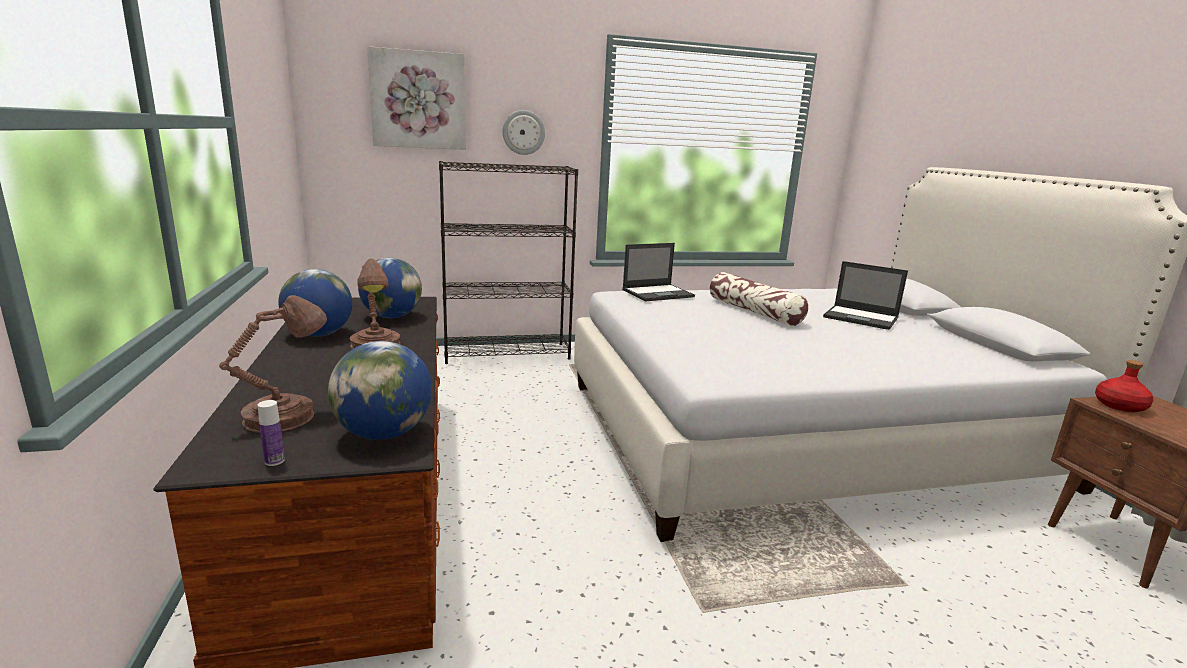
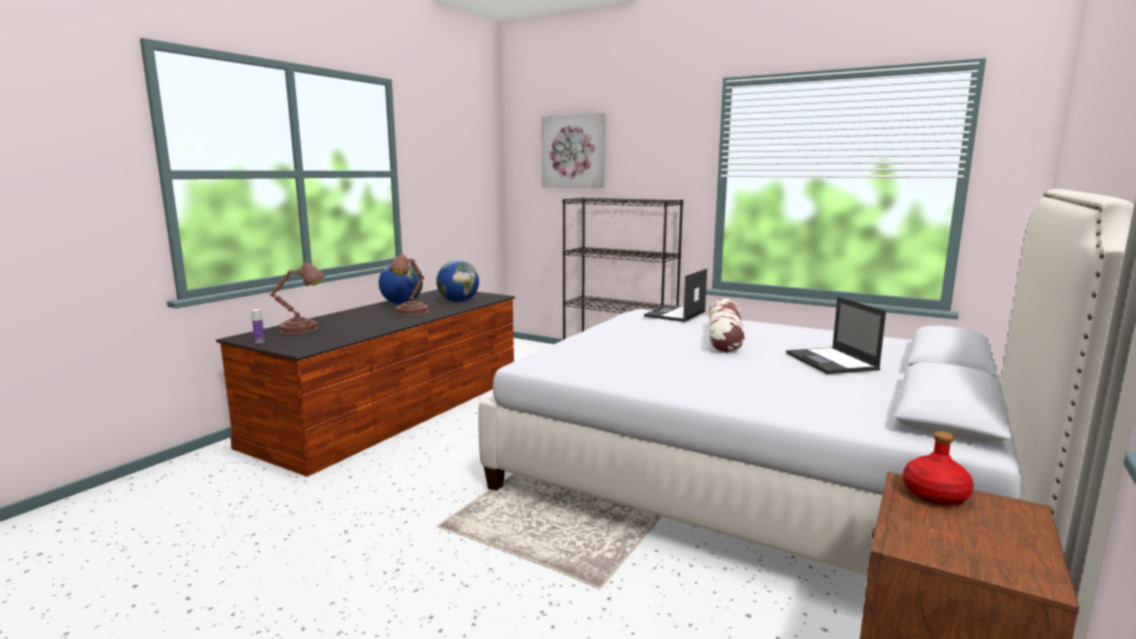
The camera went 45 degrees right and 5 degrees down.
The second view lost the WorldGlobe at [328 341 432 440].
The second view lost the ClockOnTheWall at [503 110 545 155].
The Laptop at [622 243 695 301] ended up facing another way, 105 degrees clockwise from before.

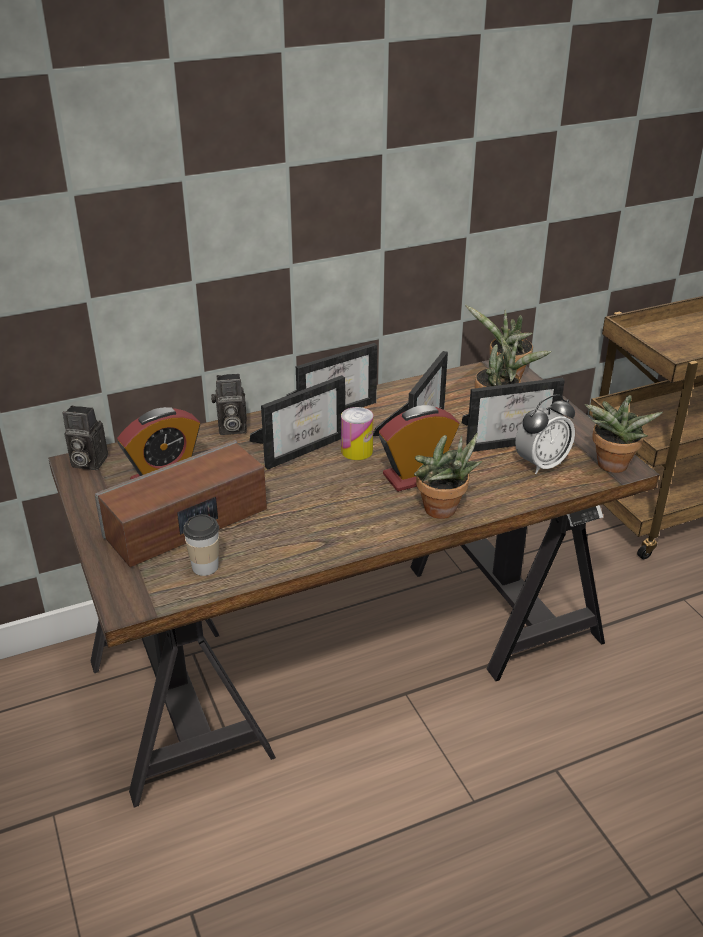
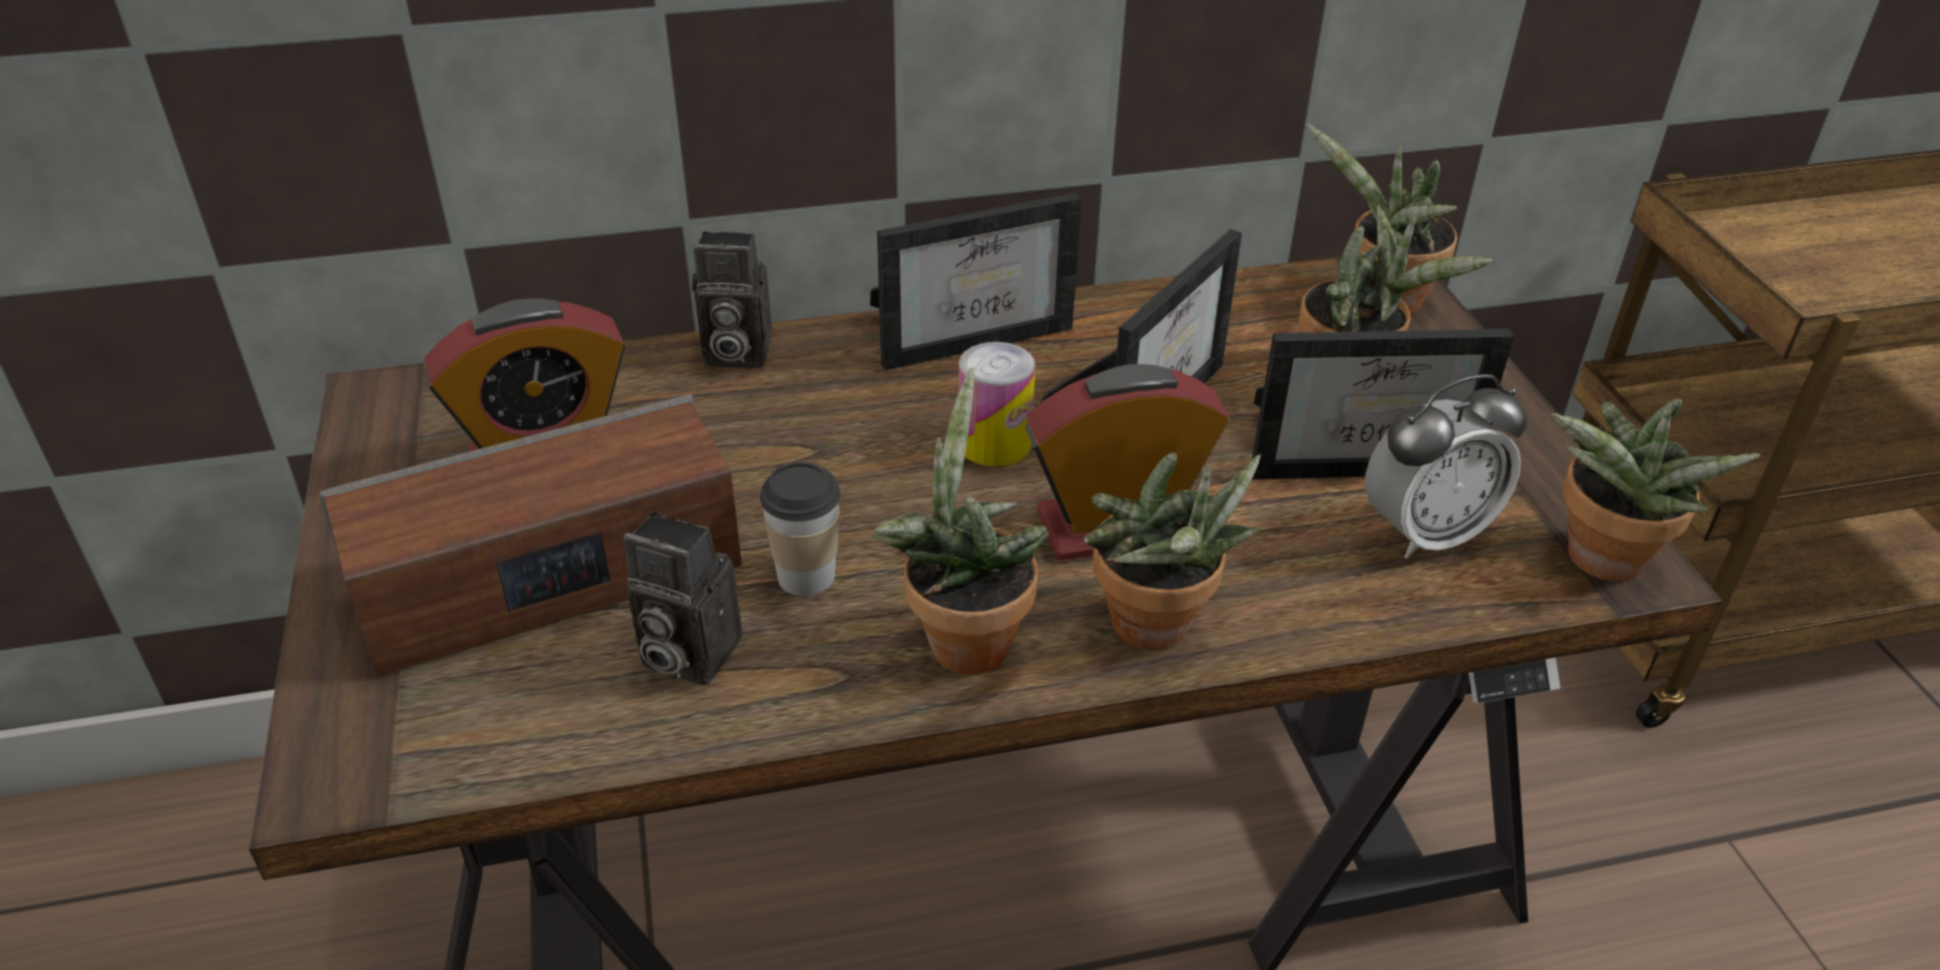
The camera went 10 degrees right and 5 degrees up.
The second view lost the PictureFrame at [250 375 345 469].
The second view gained the Houseplant at [873 367 1049 675].
The StillCamera ended up elsewhere, having gone from [63 405 108 470] to [624 512 742 686].
The DrinkingCup ended up elsewhere, having gone from [183 514 219 576] to [760 462 840 596].

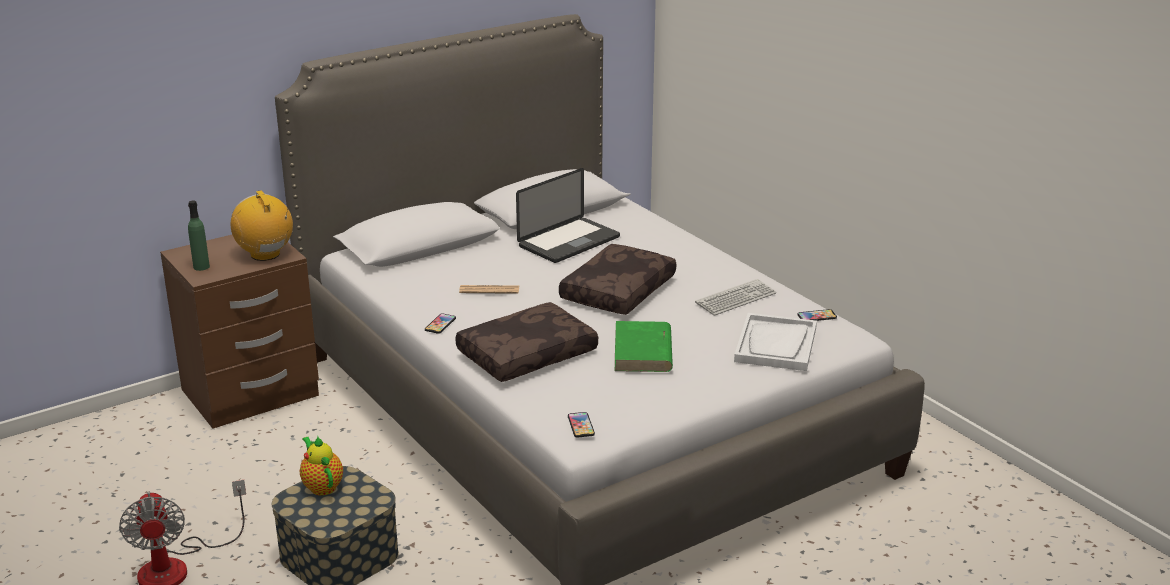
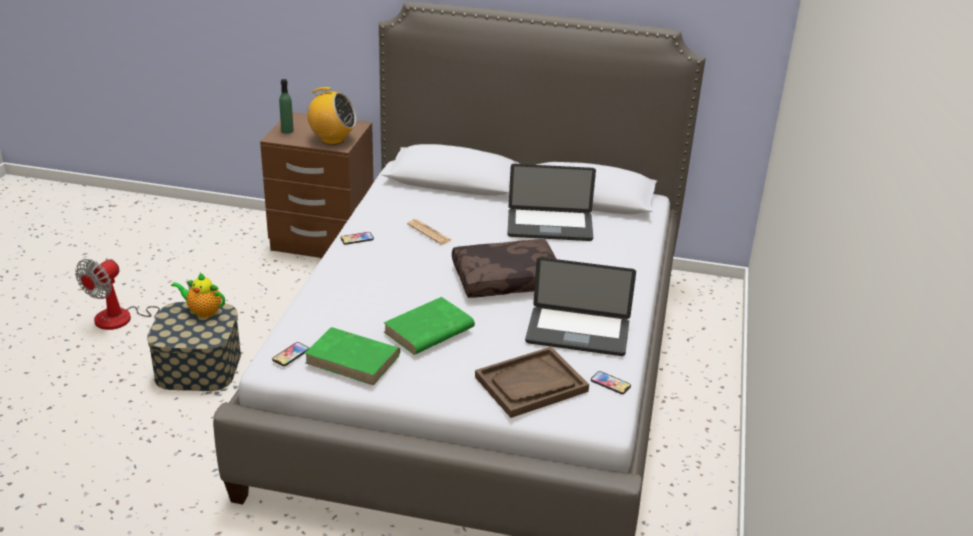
The camera went 45 degrees right and 5 degrees up.
The second view lost the BrownThrowPillow at [455 302 598 382].
The second view gained the GreenColouredBoundBook at [304 327 400 385].
Where the PcKeyboard stood at [695 279 776 316], the Laptop came to stand at [525 257 636 356].
What was the WhiteServingTray at [734 313 817 371] turned into the BrownServingTray at [475 347 589 418].
The Radio at [231 190 293 261] ended up facing another way, 90 degrees clockwise from before.
The PotForTea at [300 436 343 496] ended up facing another way, 90 degrees counterclockwise from before.

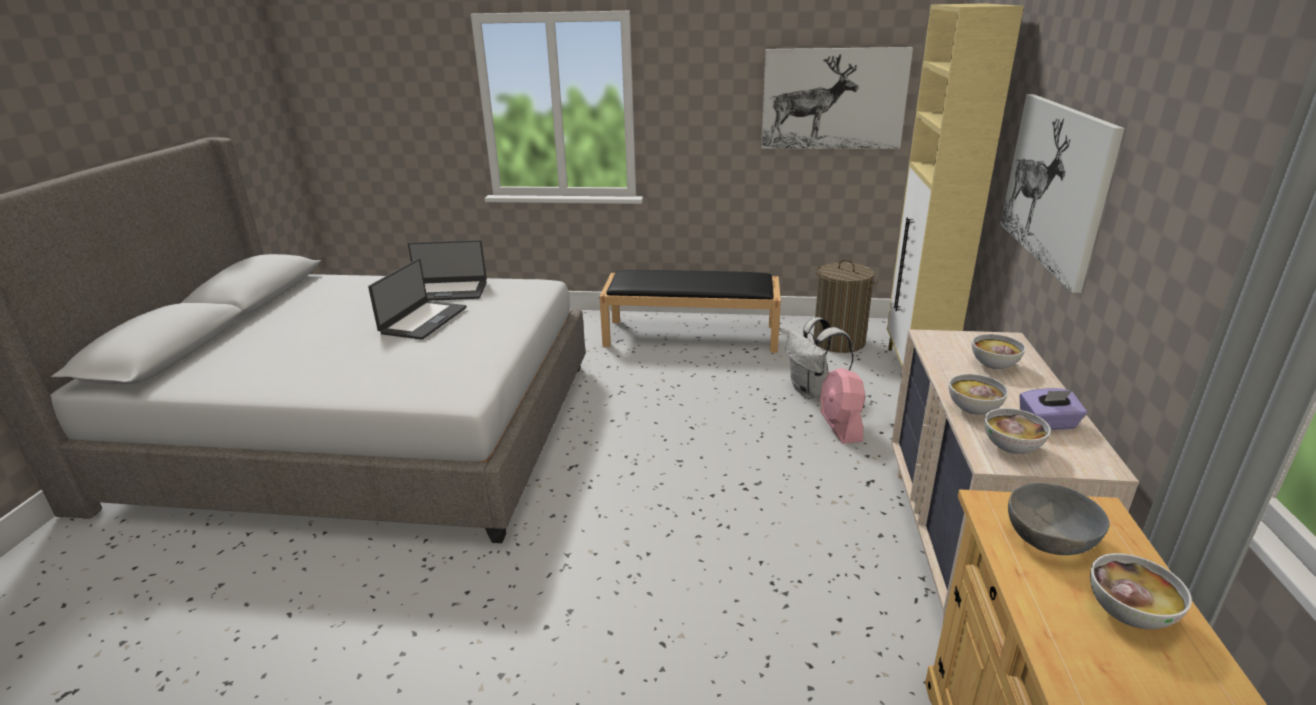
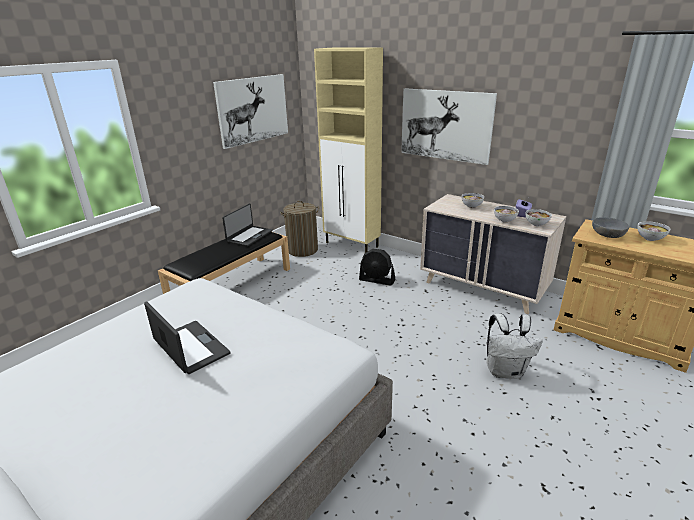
The camera went 60 degrees left and 0 degrees up.
The Laptop ended up elsewhere, having gone from [408 240 487 301] to [222 204 273 247].
The WhiteRucksack ended up elsewhere, having gone from [786 317 854 399] to [486 314 543 379].
What was the PinkFan at [820 368 865 444] turned into the BlackishFan at [359 249 396 286].

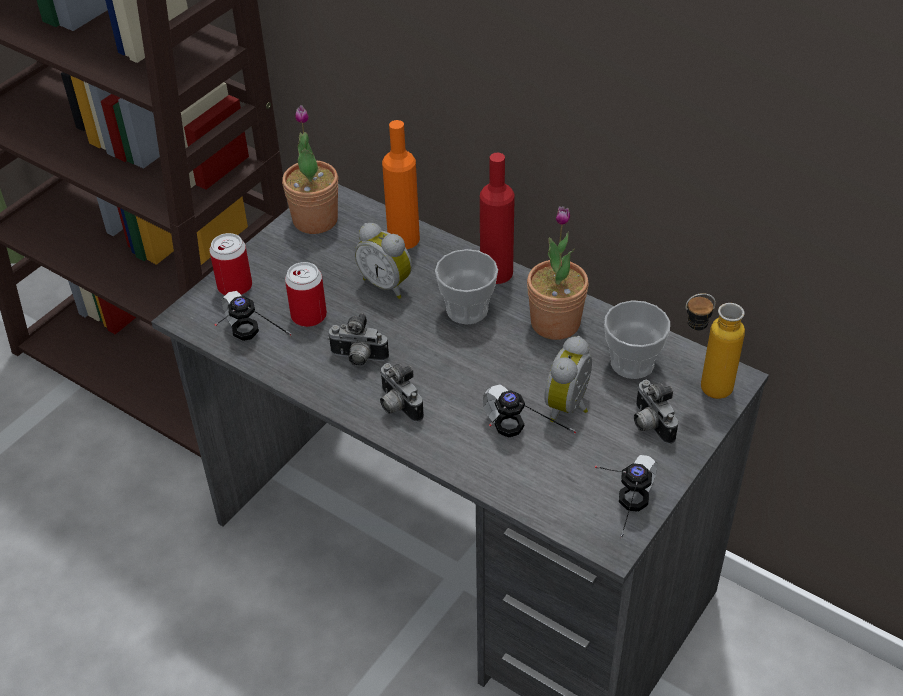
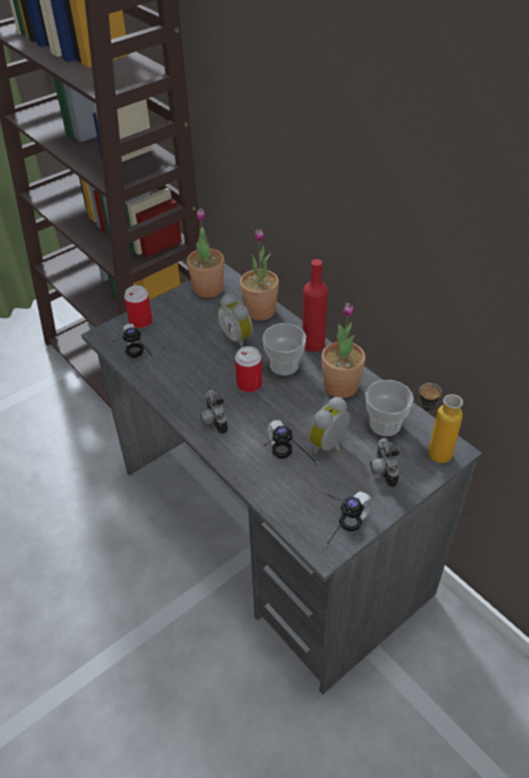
The camera went 15 degrees right and 0 degrees up.
The second view lost the StillCamera at [327 313 389 366].
The SealedCan ended up elsewhere, having gone from [285 262 327 327] to [235 346 262 392].
Where the OrangeColouredDrinkBottle stood at [382 120 420 249], the Houseplant came to stand at [240 229 279 320].

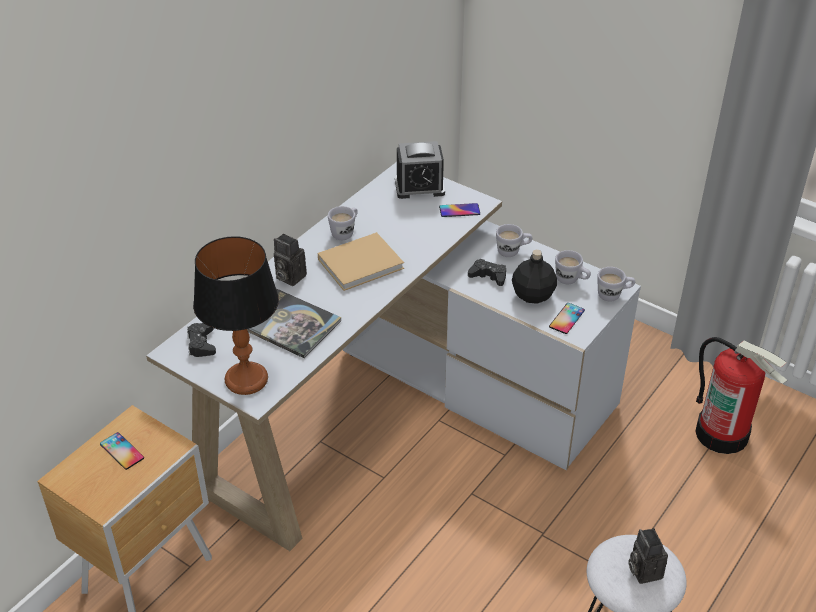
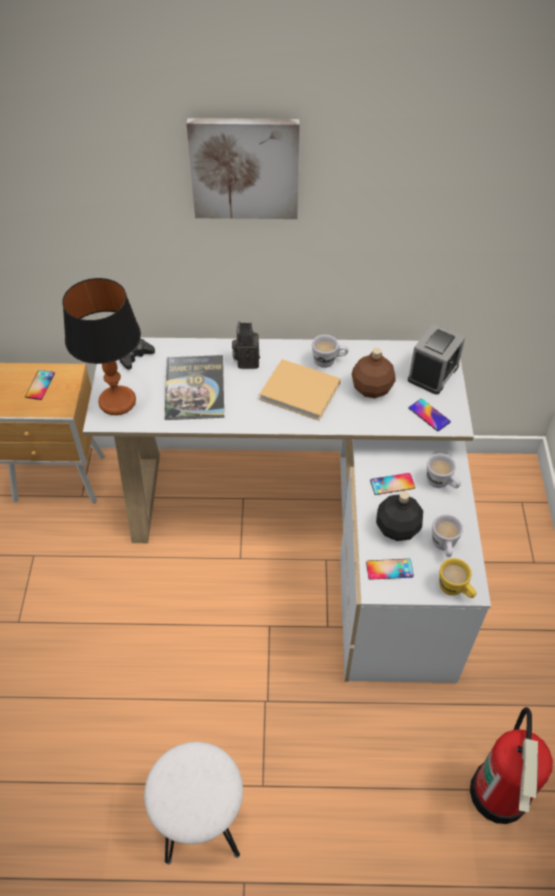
The camera went 55 degrees right and 10 degrees up.
The second view lost the StillCamera at [628 528 668 584].
The second view gained the Picture at [187 118 300 219].
The second view gained the BrownDrinkBottle at [352 348 395 398].
Where the BlackishJoypad stood at [468 259 506 286], the Handset came to stand at [370 473 415 495].
What was the WhiteCoffeeMug at [597 267 635 302] turned into the YellowishCoffeeMug at [439 558 477 598].
The TableClock at [395 141 445 199] ended up facing another way, 105 degrees counterclockwise from before.

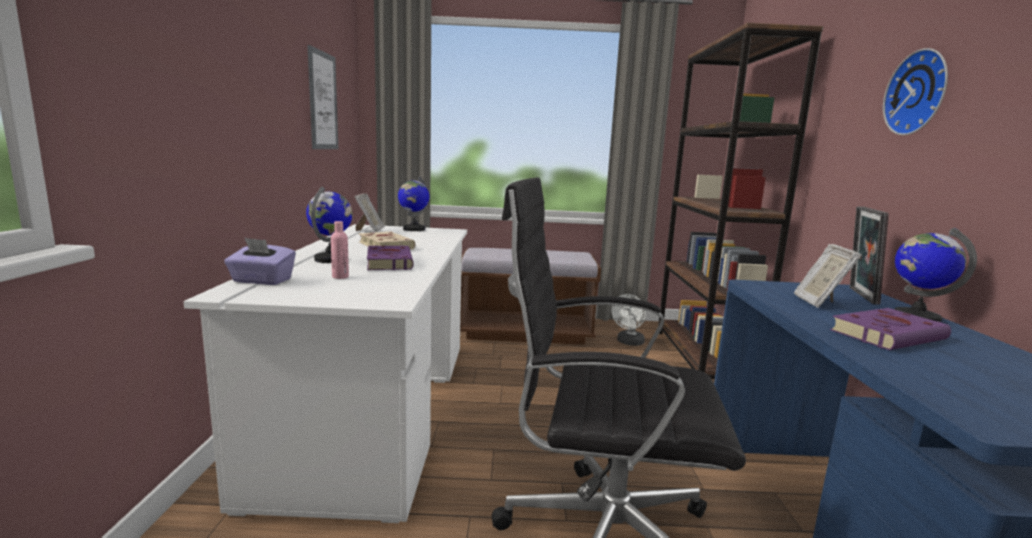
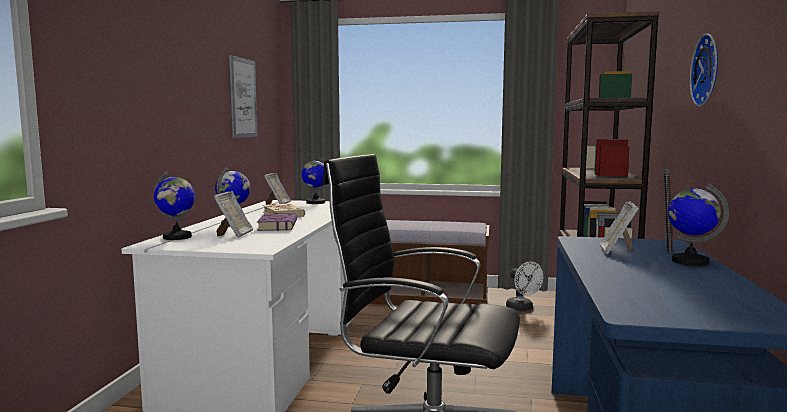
The camera went 10 degrees right and 5 degrees down.
The second view lost the PurpleBoundBook at [830 308 951 350].
Where the PurpleBoxOfTissues stood at [224 238 296 285], the WorldGlobe came to stand at [154 172 195 240].
Where the PinkDrinkBottle stood at [331 221 349 279], the PictureFrame came to stand at [214 191 253 237].
The WhiteFan at [611 294 646 346] ended up facing another way, 75 degrees counterclockwise from before.

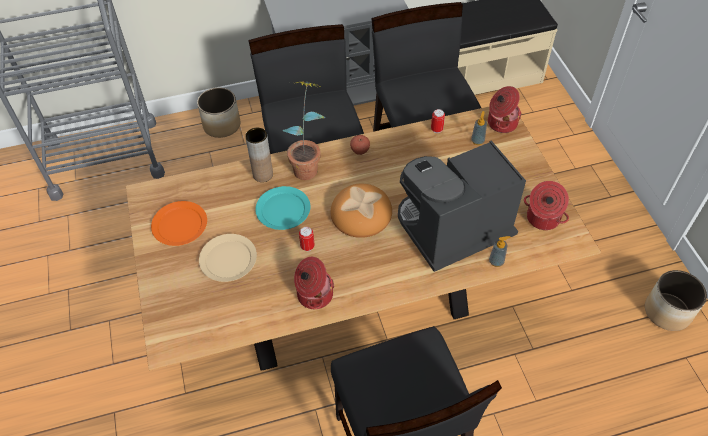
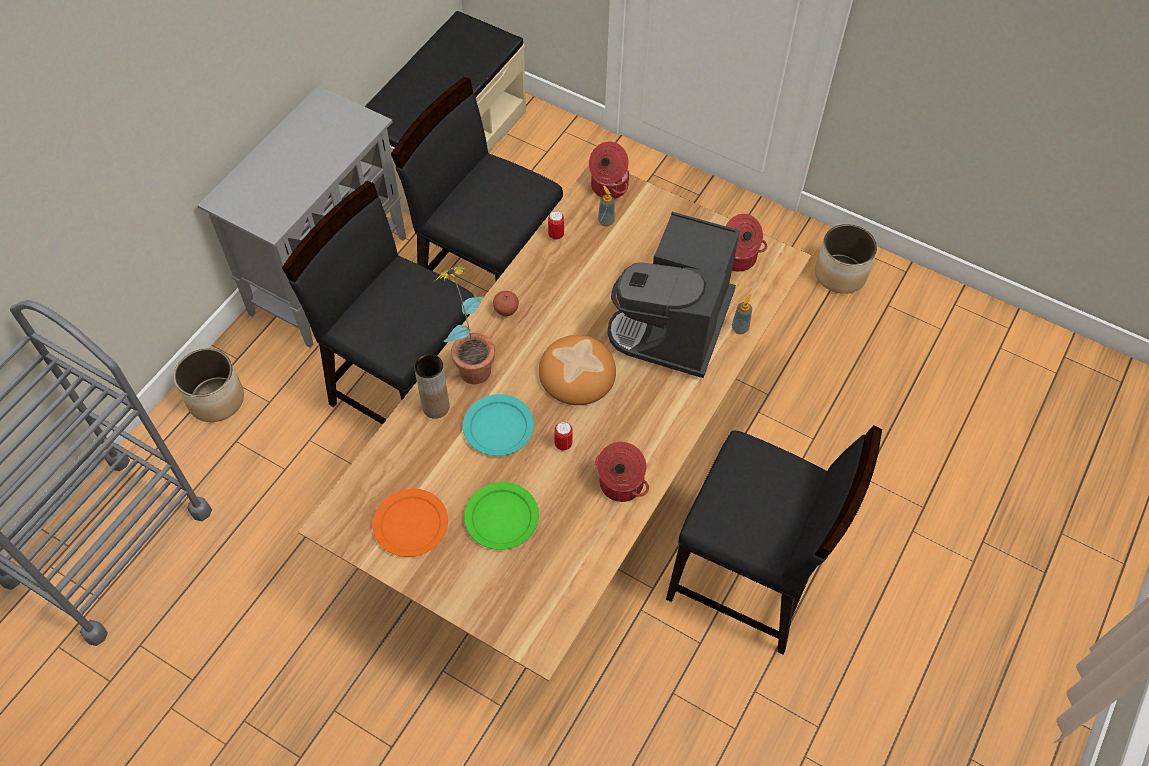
The camera went 45 degrees left and 5 degrees up.
What was the BeigeColouredPlate at [199 234 257 282] turned into the GreenColouredPlate at [464 482 539 550].

